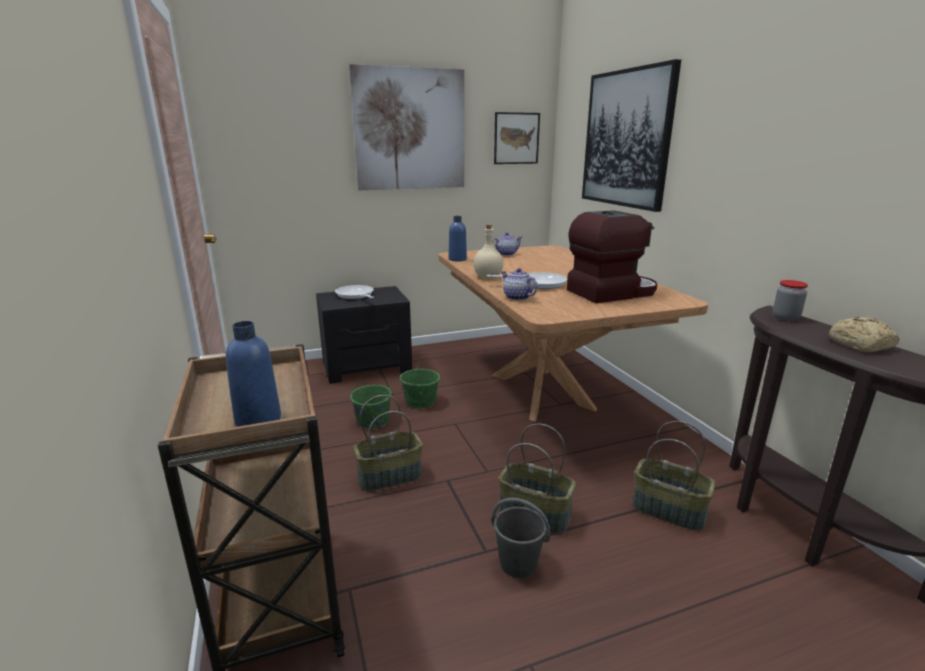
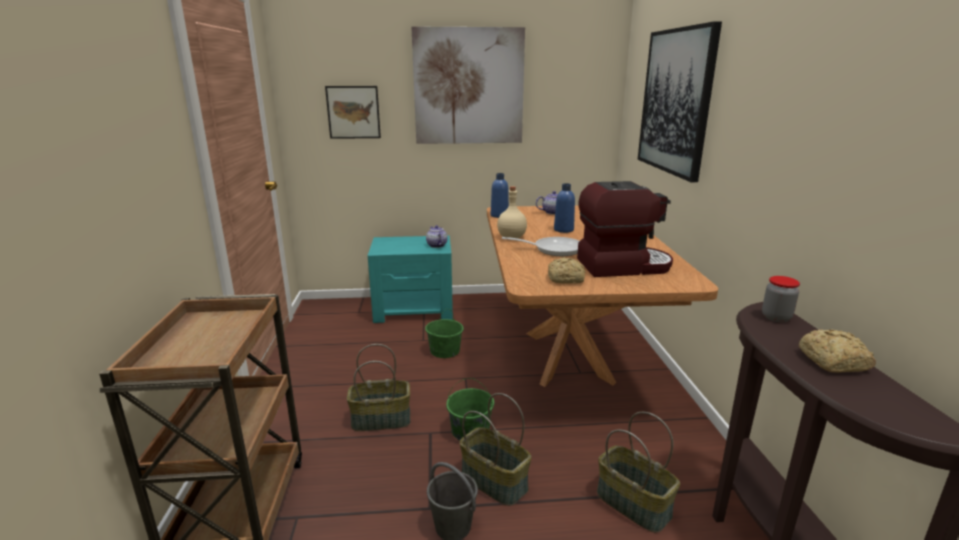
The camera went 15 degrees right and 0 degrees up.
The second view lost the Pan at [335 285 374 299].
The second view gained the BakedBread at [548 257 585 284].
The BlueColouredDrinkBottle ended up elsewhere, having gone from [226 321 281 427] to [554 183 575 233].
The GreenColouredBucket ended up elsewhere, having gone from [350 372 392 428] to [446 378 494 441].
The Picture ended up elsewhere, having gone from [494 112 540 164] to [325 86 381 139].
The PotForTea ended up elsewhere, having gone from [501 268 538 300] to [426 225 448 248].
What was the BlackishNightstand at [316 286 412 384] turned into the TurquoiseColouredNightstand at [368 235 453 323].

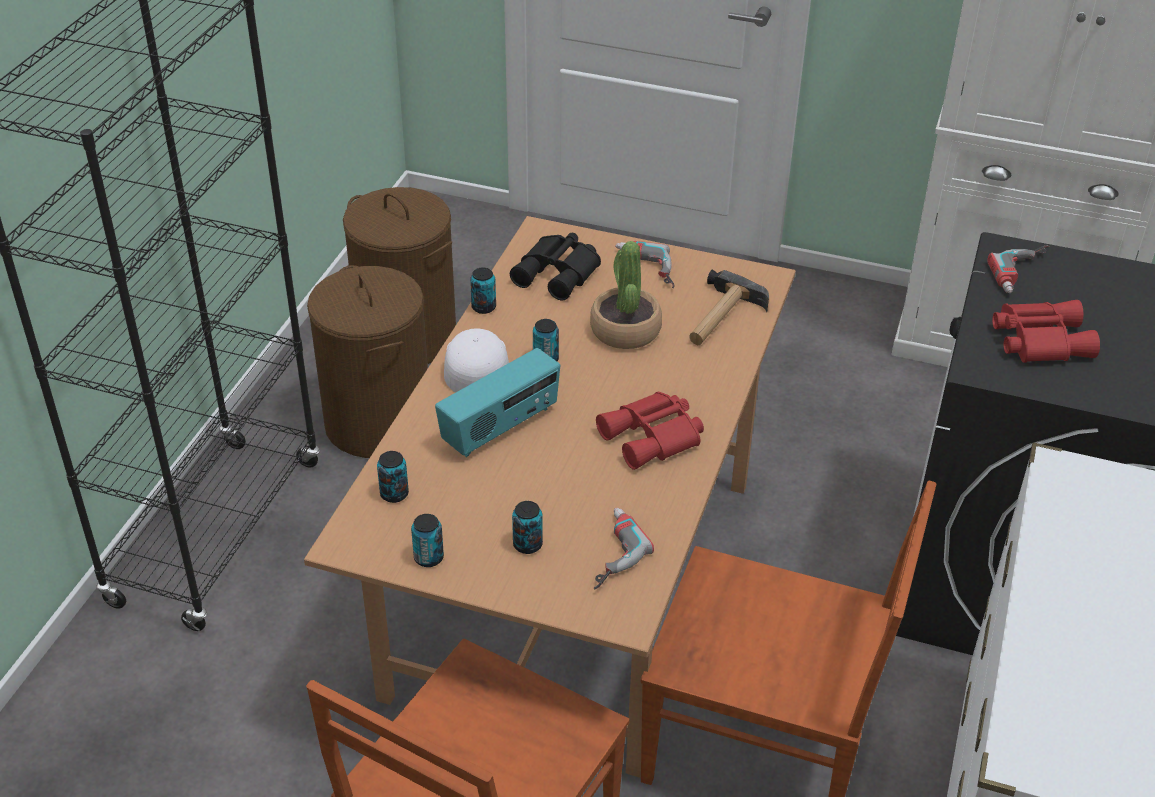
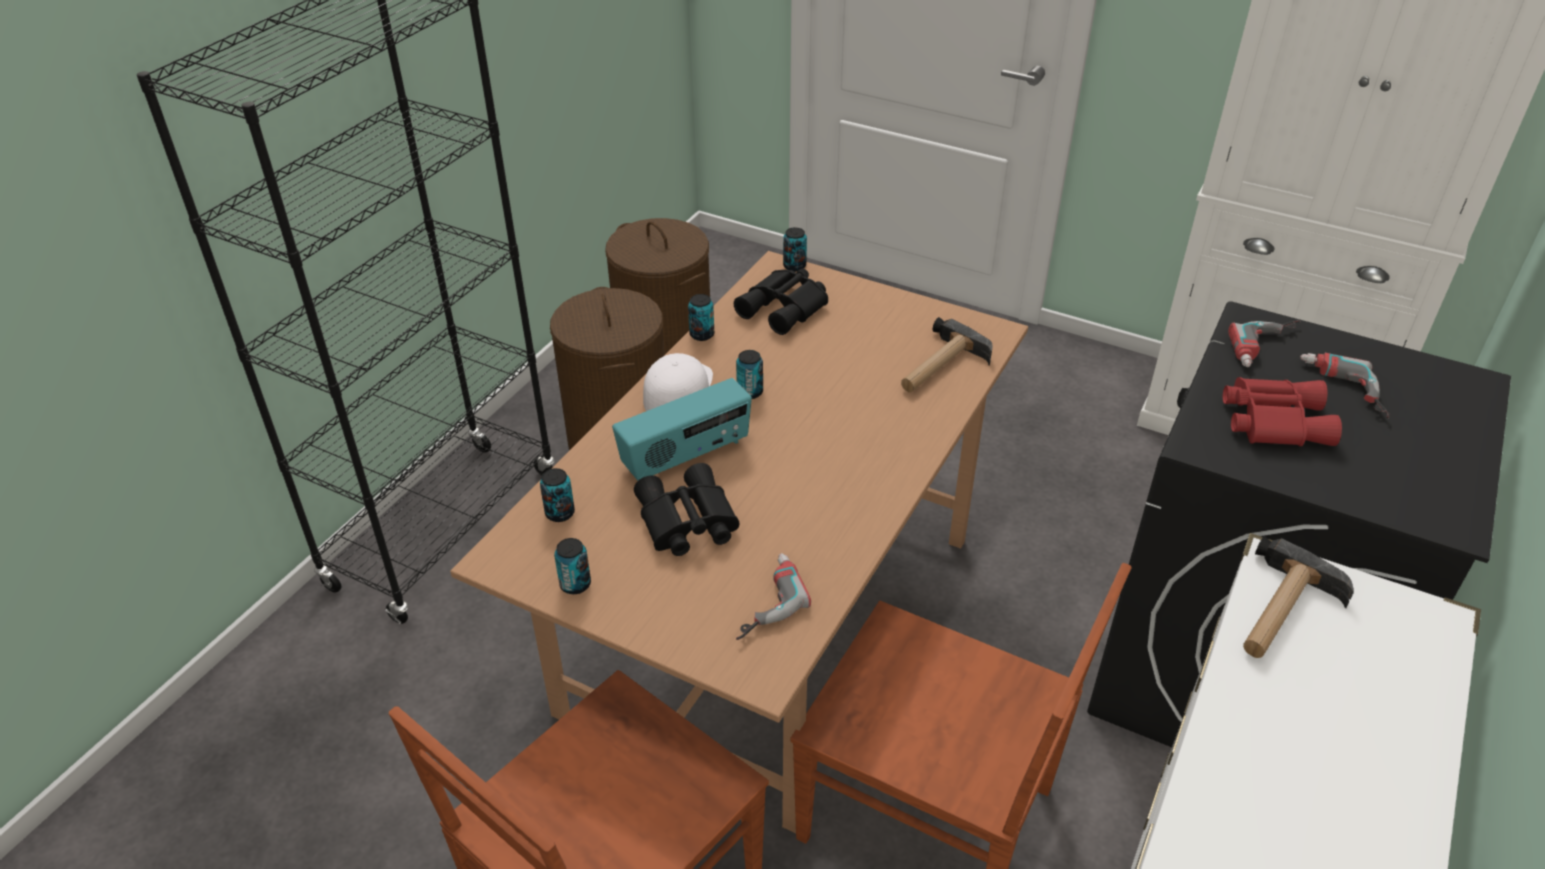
The camera went 10 degrees right and 0 degrees up.
The second view lost the Houseplant at [590 241 662 349].
The second view lost the ReddishPairOfBinoculars at [596 392 704 470].
The second view gained the BlackishPairOfBinoculars at [634 463 739 556].
The second view gained the Hammer at [1243 536 1354 658].
The SealedCan ended up elsewhere, having gone from [512 501 543 554] to [783 227 807 272].
The ElectricDrill ended up elsewhere, having gone from [615 241 675 289] to [1300 353 1390 419].

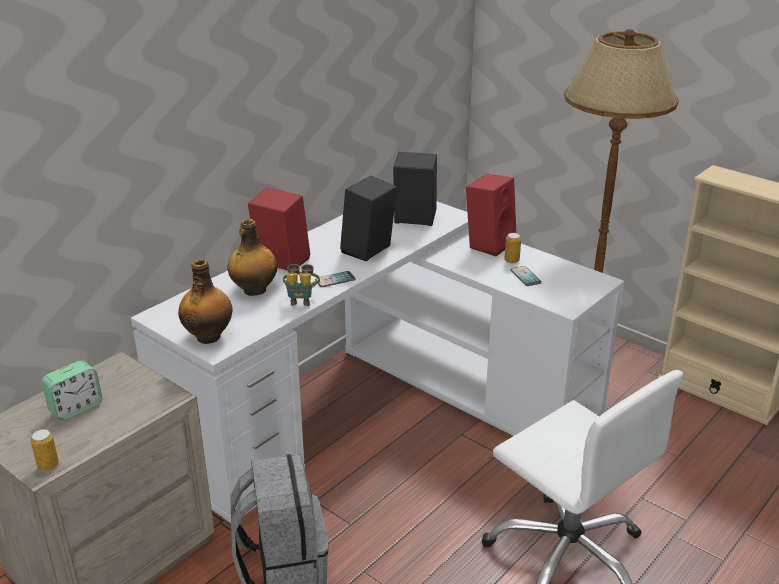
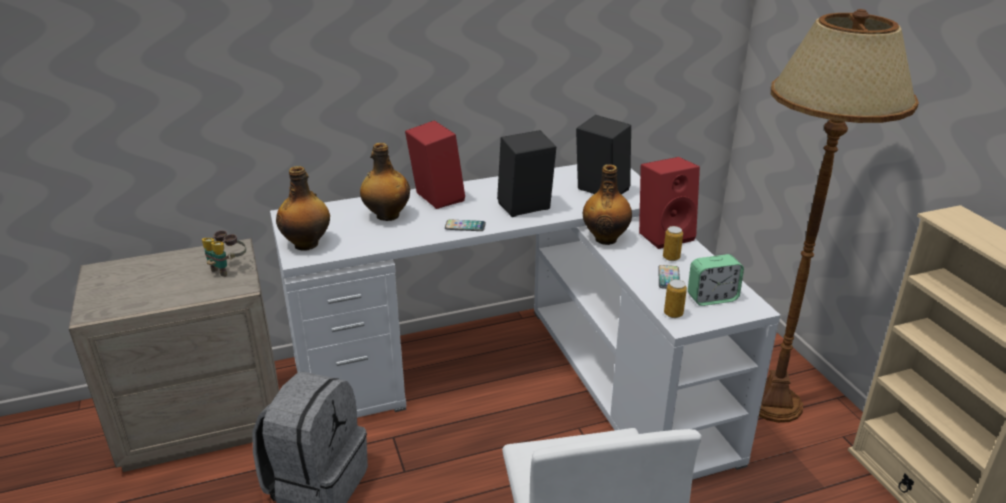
The camera went 30 degrees right and 0 degrees up.
The second view gained the DrinkBottle at [583 164 632 245].
The SealedCan ended up elsewhere, having gone from [31 429 59 471] to [664 279 687 318].
The TableClock ended up elsewhere, having gone from [42 361 102 420] to [688 254 744 306].
The PairOfBinoculars ended up elsewhere, having gone from [283 264 320 306] to [202 230 246 277].

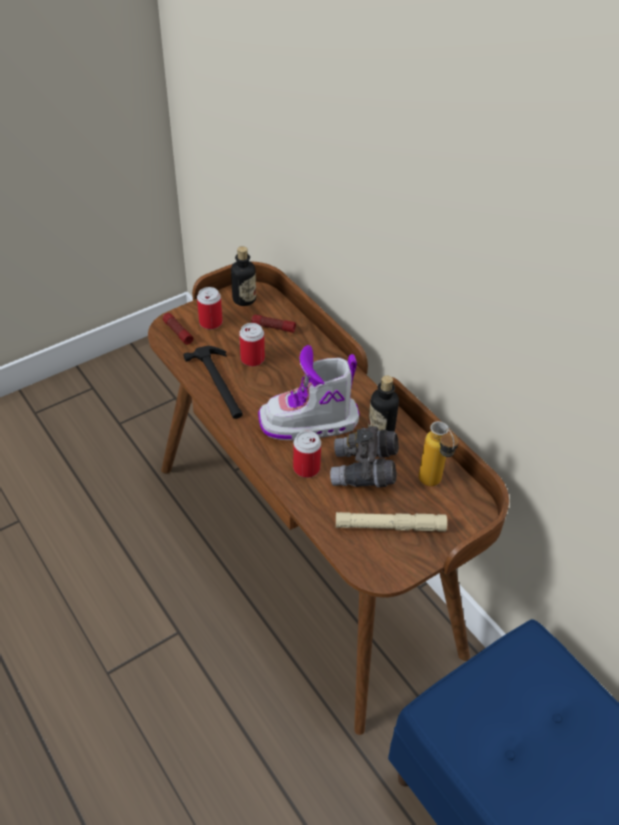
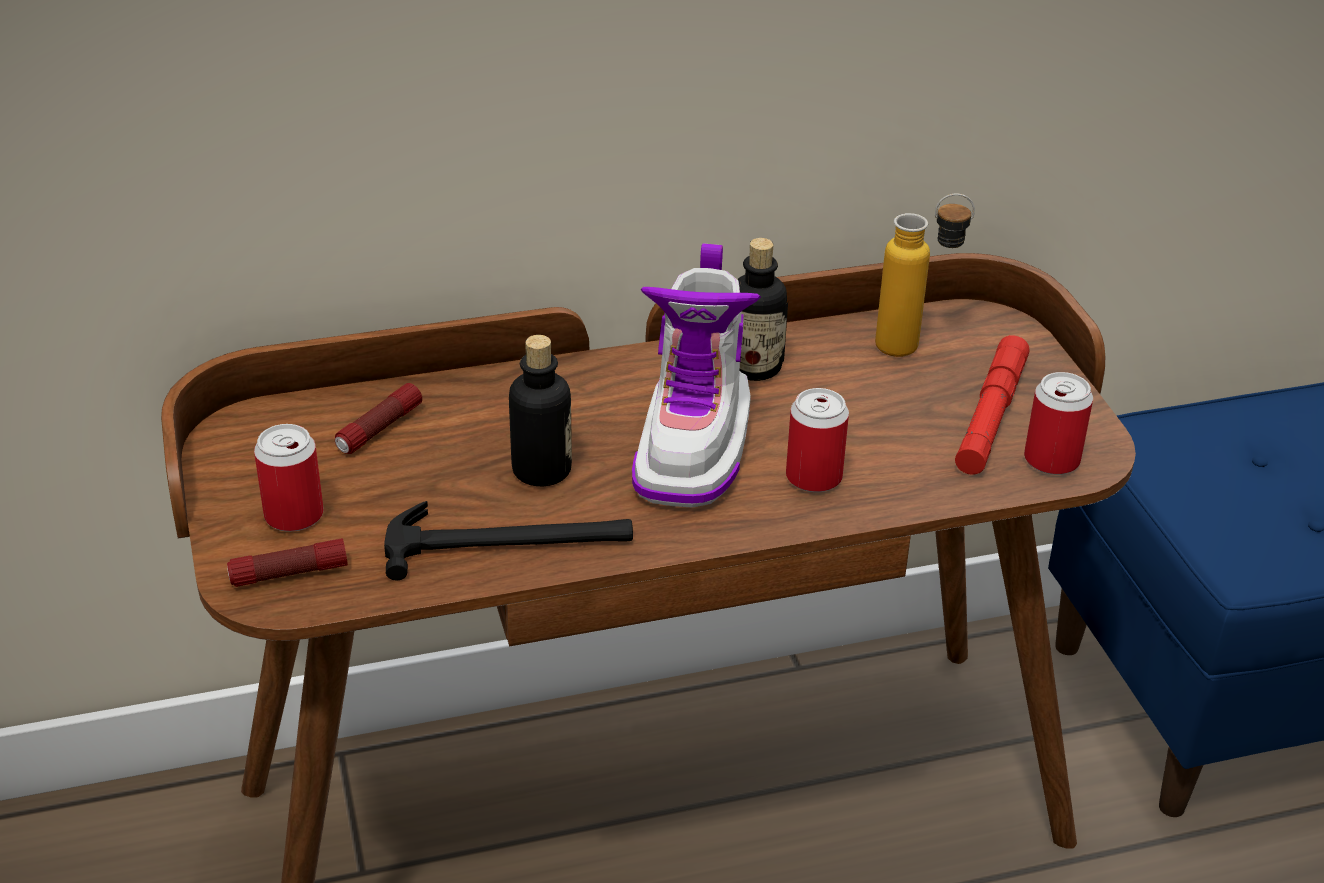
The camera went 70 degrees left and 10 degrees down.
The second view lost the GreyishPairOfBinoculars at [330 426 399 487].
The DrinkBottle ended up elsewhere, having gone from [231 246 256 306] to [509 335 572 486].
The SealedCan ended up elsewhere, having gone from [239 323 265 366] to [1024 372 1093 475].
What was the BeigeColouredHandTorch at [336 512 447 532] turned into the ReddishHandTorch at [955 335 1029 475].

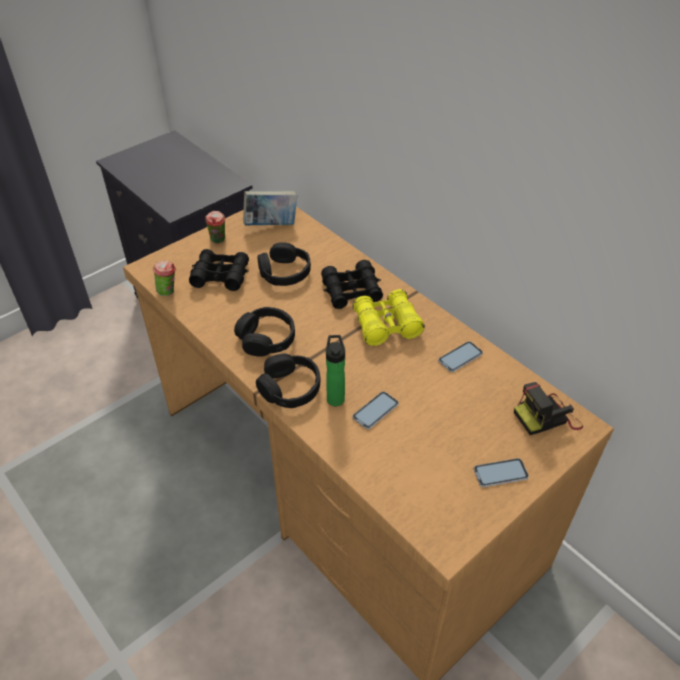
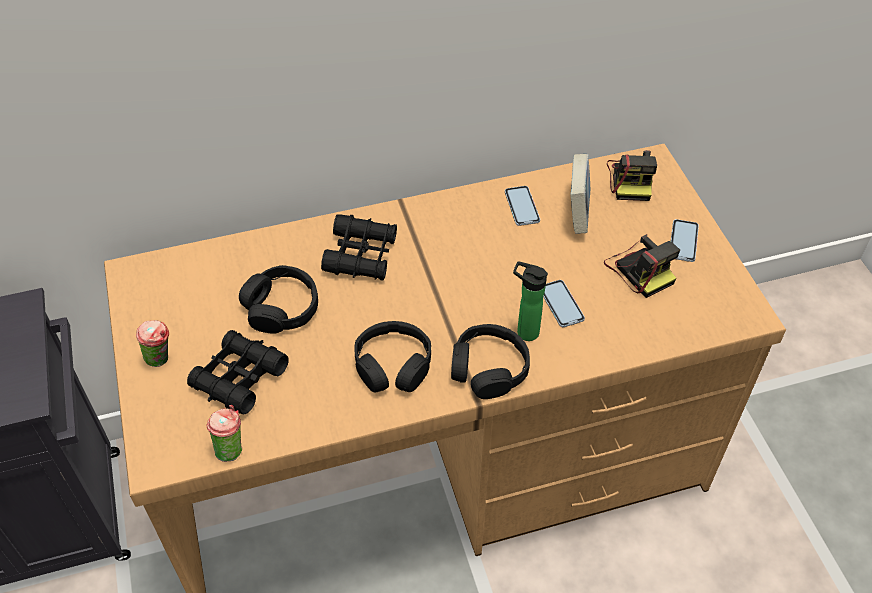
The camera went 65 degrees left and 5 degrees up.
The second view lost the YellowishPairOfBinoculars at [352 289 425 346].
The second view gained the StillCamera at [604 234 680 298].
The BoundBook ended up elsewhere, having gone from [243 191 297 225] to [570 154 590 234].

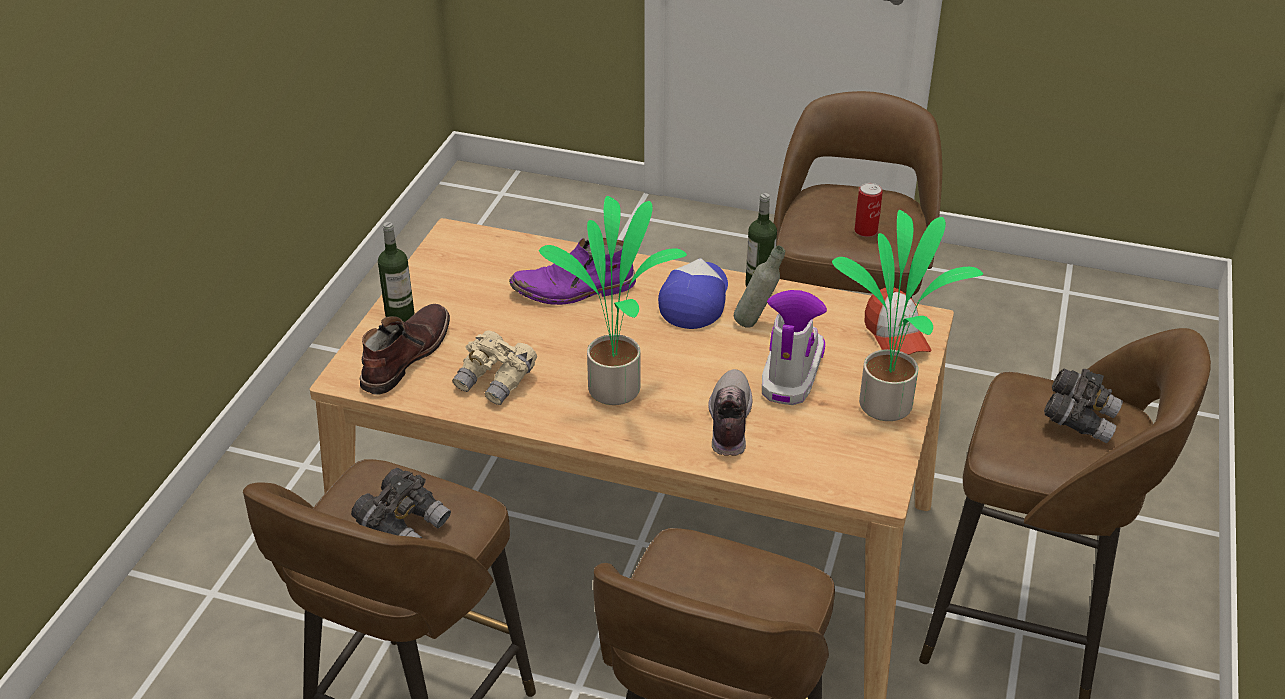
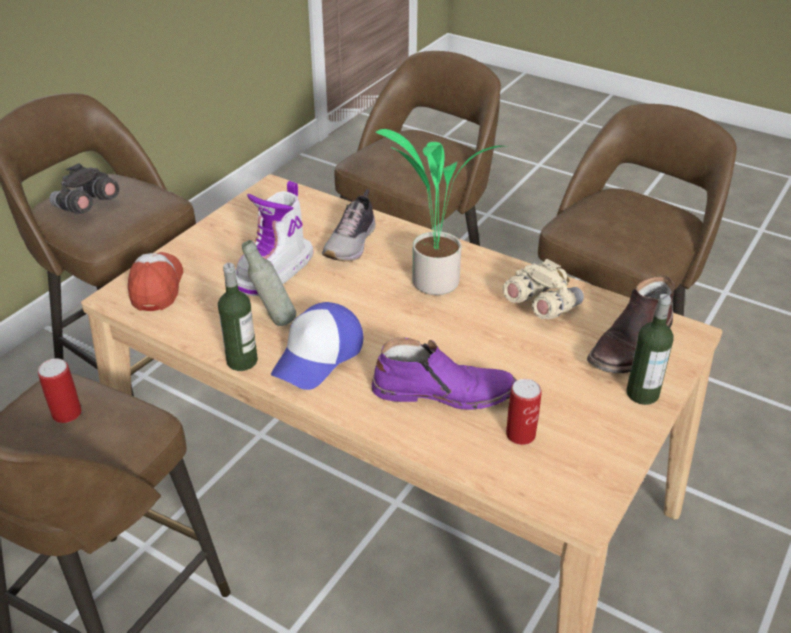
The camera went 165 degrees left and 0 degrees up.
The second view lost the GreyishPairOfBinoculars at [351 468 451 538].
The second view lost the Houseplant at [832 210 983 421].
The second view gained the SealedCan at [506 379 542 445].

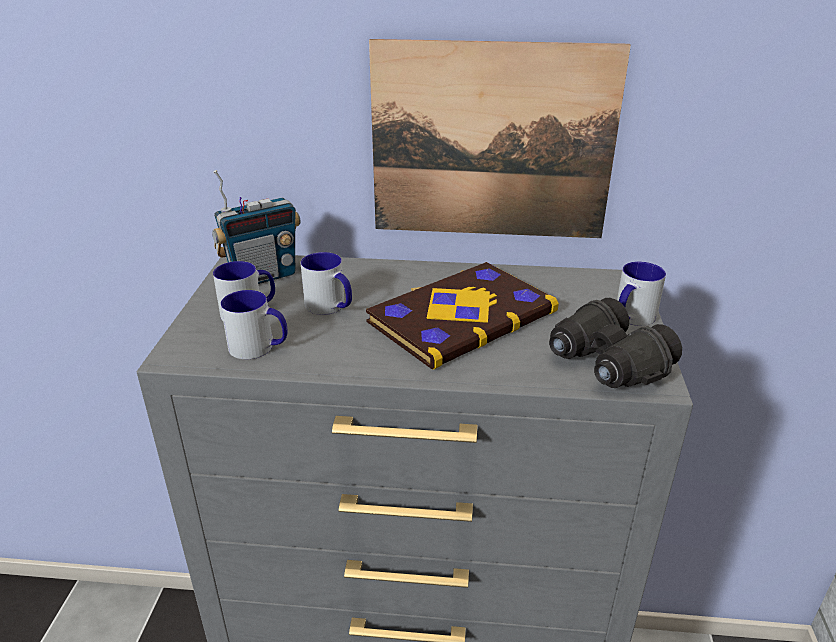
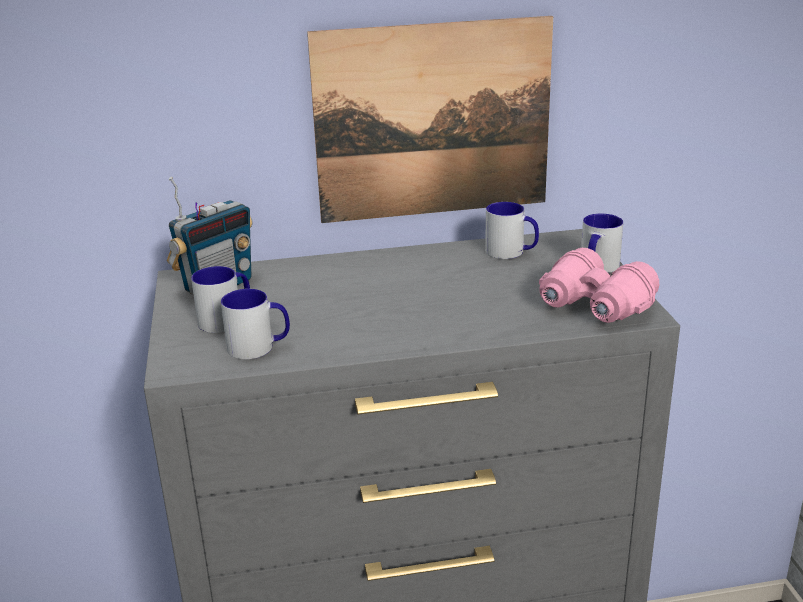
The camera went 15 degrees left and 5 degrees down.
The second view lost the BoundBook at [366 262 559 369].
The CoffeeMug ended up elsewhere, having gone from [301 252 352 315] to [485 202 539 259].
What was the BlackishPairOfBinoculars at [549 298 682 388] turned into the PinkPairOfBinoculars at [539 248 659 323].

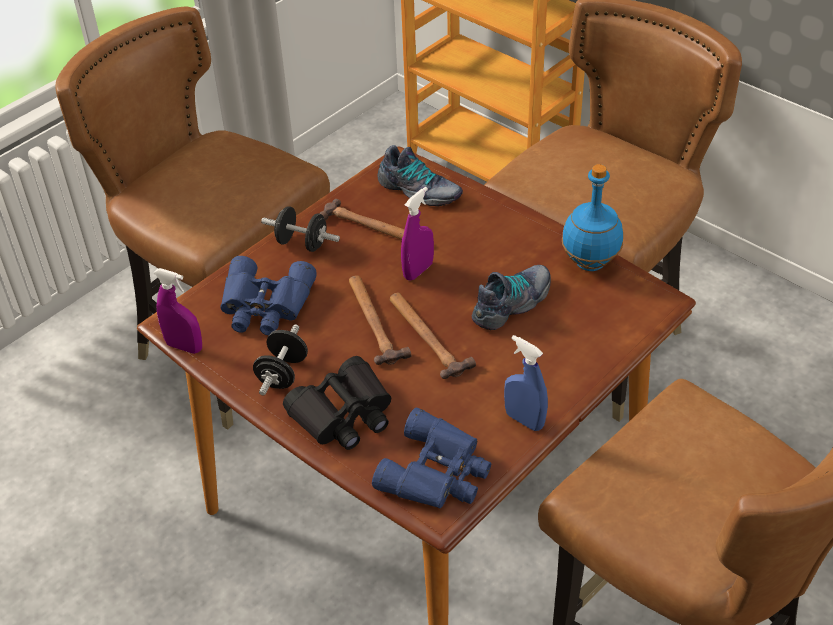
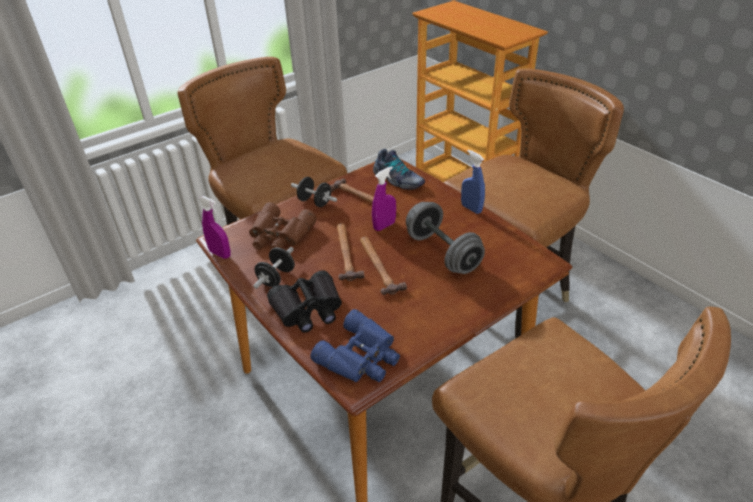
The camera went 10 degrees right and 5 degrees down.
The second view lost the BlueColouredDrinkBottle at [562 164 623 271].
The BlueColouredSprayer ended up elsewhere, having gone from [504 335 548 431] to [461 150 485 214].
Where the LowShoe stood at [472 265 551 330], the GreyishFreeWeight came to stand at [406 202 485 274].
What was the BlueColouredPairOfBinoculars at [220 256 317 335] turned into the BrownPairOfBinoculars at [249 202 317 250].

